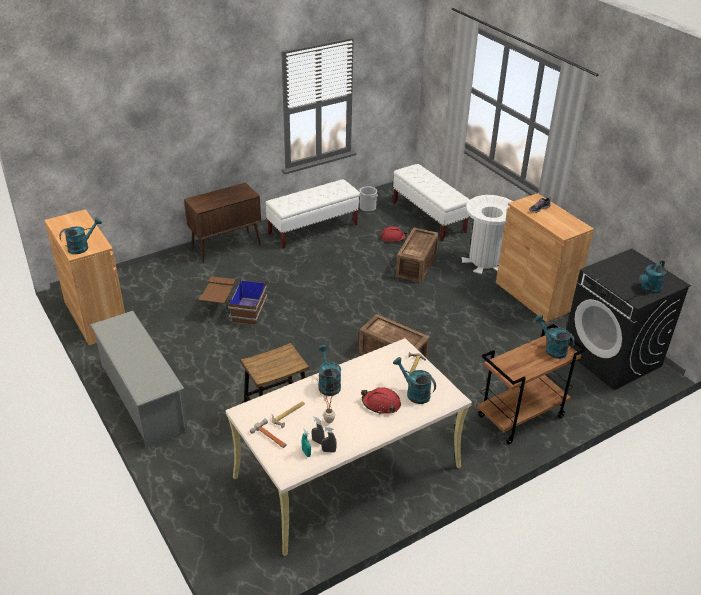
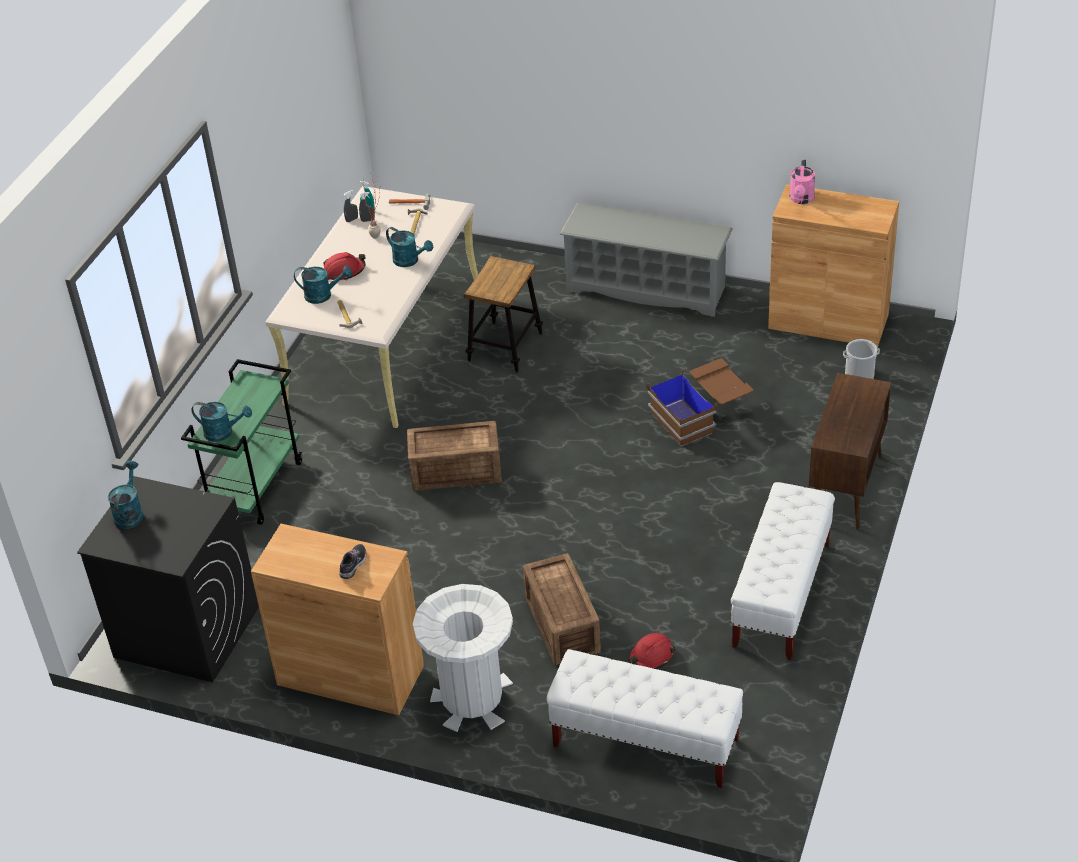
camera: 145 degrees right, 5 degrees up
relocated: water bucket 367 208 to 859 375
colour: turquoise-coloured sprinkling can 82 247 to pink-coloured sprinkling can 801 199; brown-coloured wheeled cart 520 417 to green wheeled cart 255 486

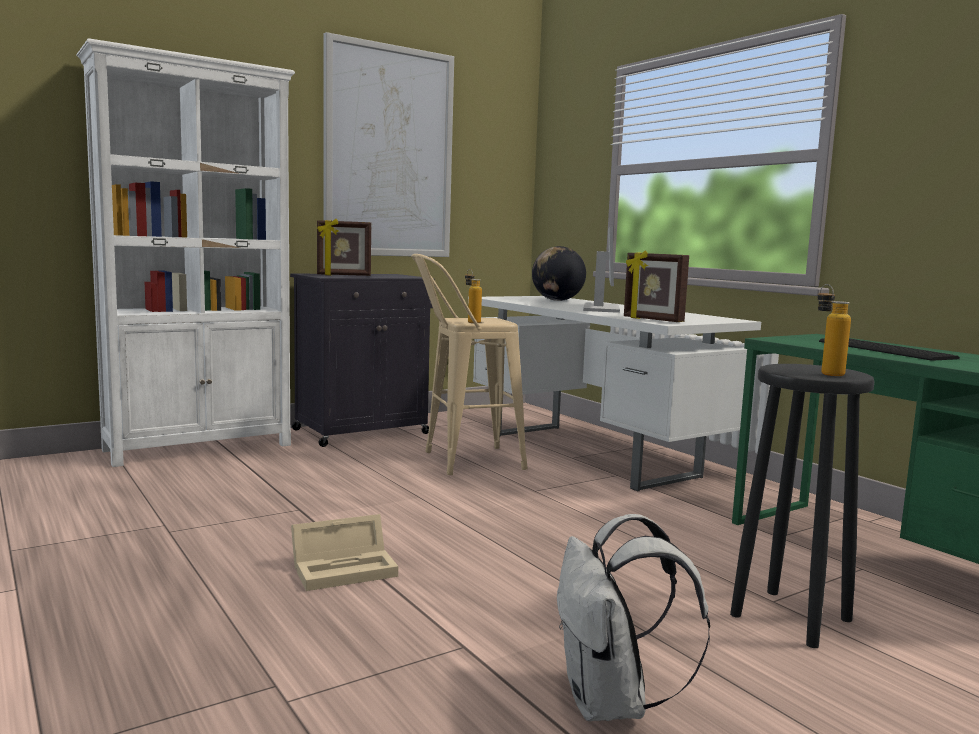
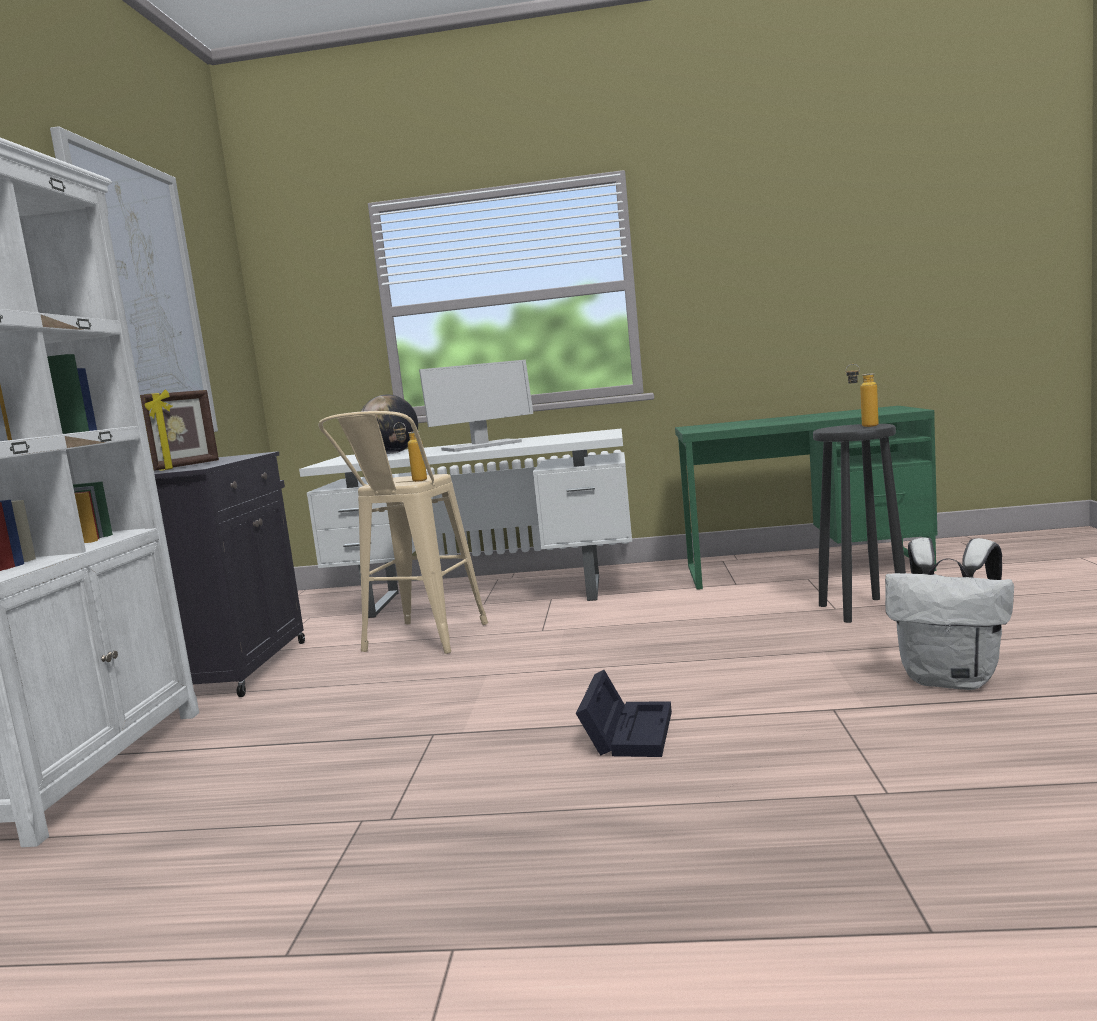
camera: 50 degrees left, 0 degrees up
missing: photo frame 652 320; computer keyboard 884 350
colour: beige-coloured storage box 346 568 to black-coloured storage box 627 731
spun: computer display 601 308 = 481 446 105 degrees clockwise

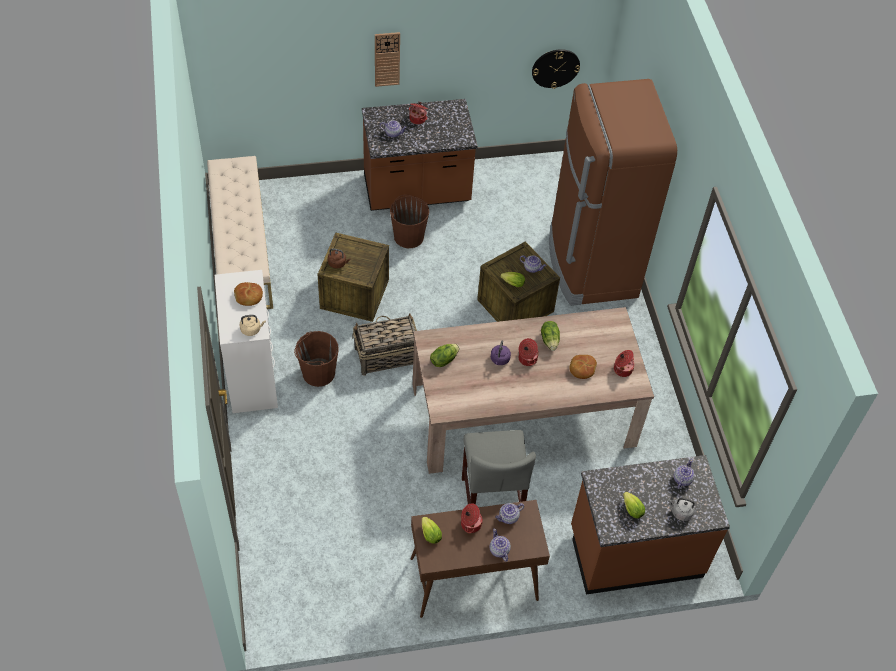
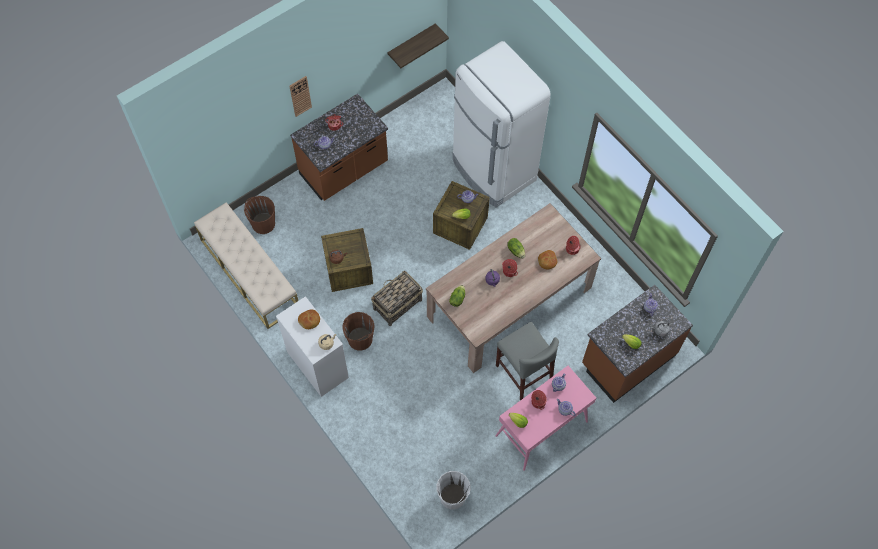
camera: 25 degrees left, 10 degrees up
appeared: white water bucket 452 496
relocated: brown-coloured water bucket 408 236 to 263 223
exchanged: hanging clock 555 68 to shelf 411 43
colour: brown-coloured hall table 473 580 to pink-coloured hall table 541 429; brown-coloured fridge 591 266 to white fridge 493 171

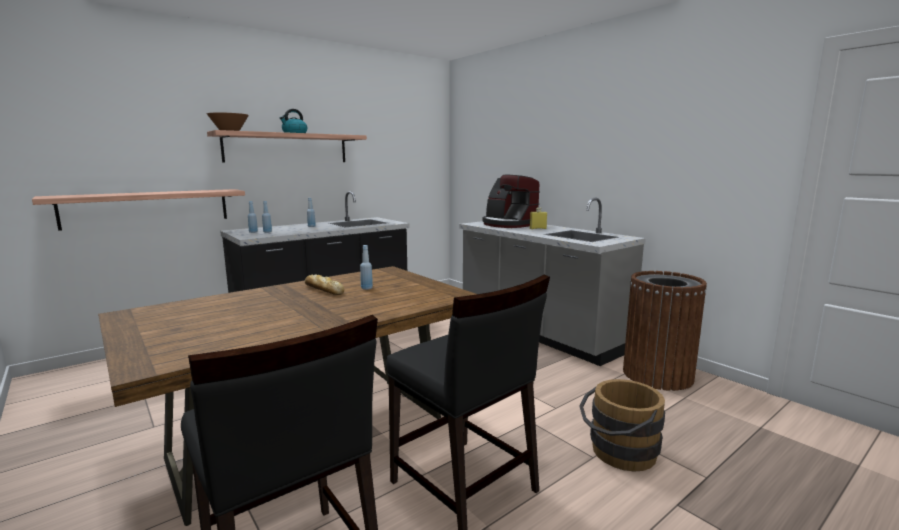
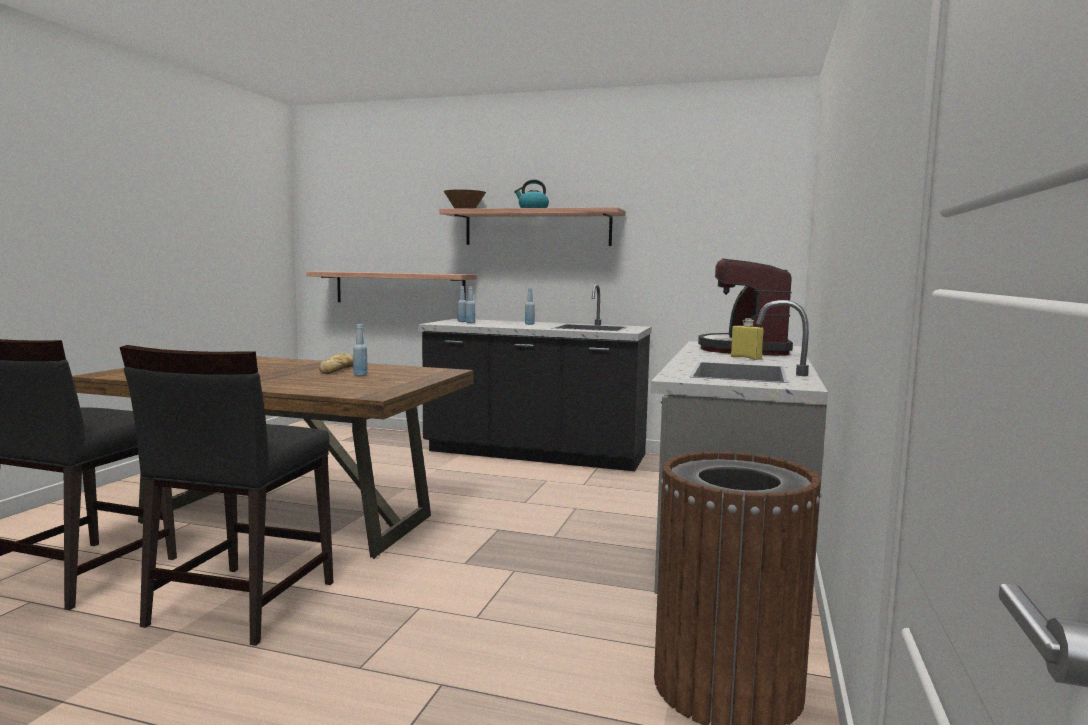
camera: 55 degrees right, 5 degrees down
missing: brown-coloured water bucket 618 453

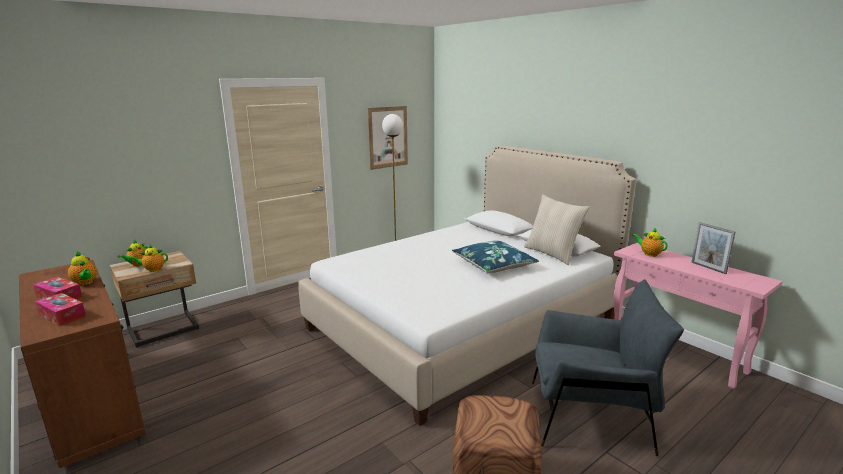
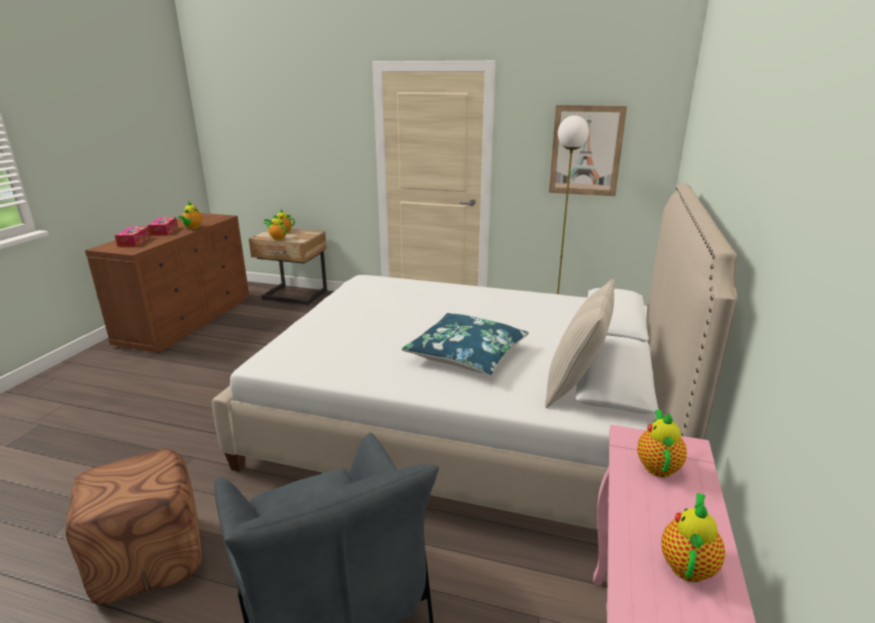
camera: 55 degrees right, 5 degrees up
exchanged: photo frame 708 268 to teapot 688 564

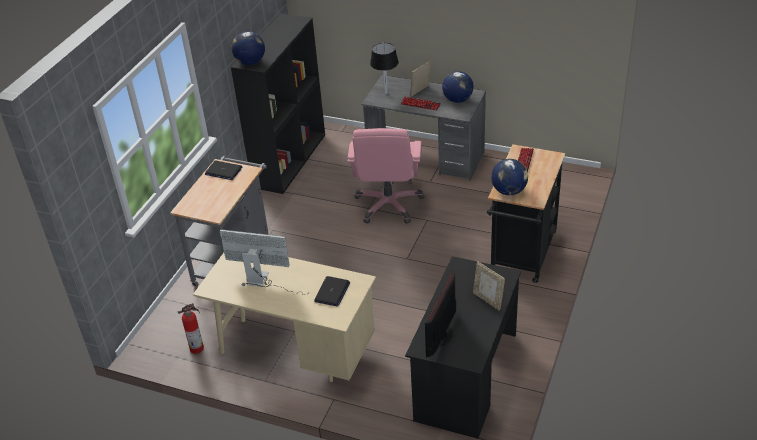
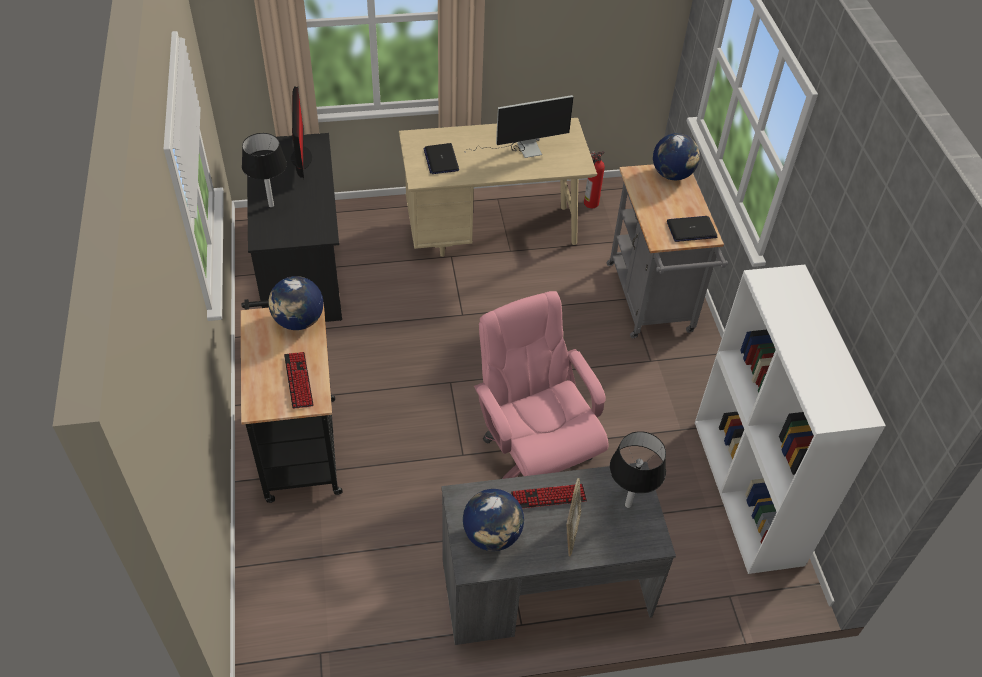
camera: 145 degrees right, 10 degrees up
relocated: world globe 250 62 to 672 174
exchanged: photo frame 488 300 to black-coloured table lamp 271 205
colour: black-coloured bookcase 289 160 to white bookcase 748 491

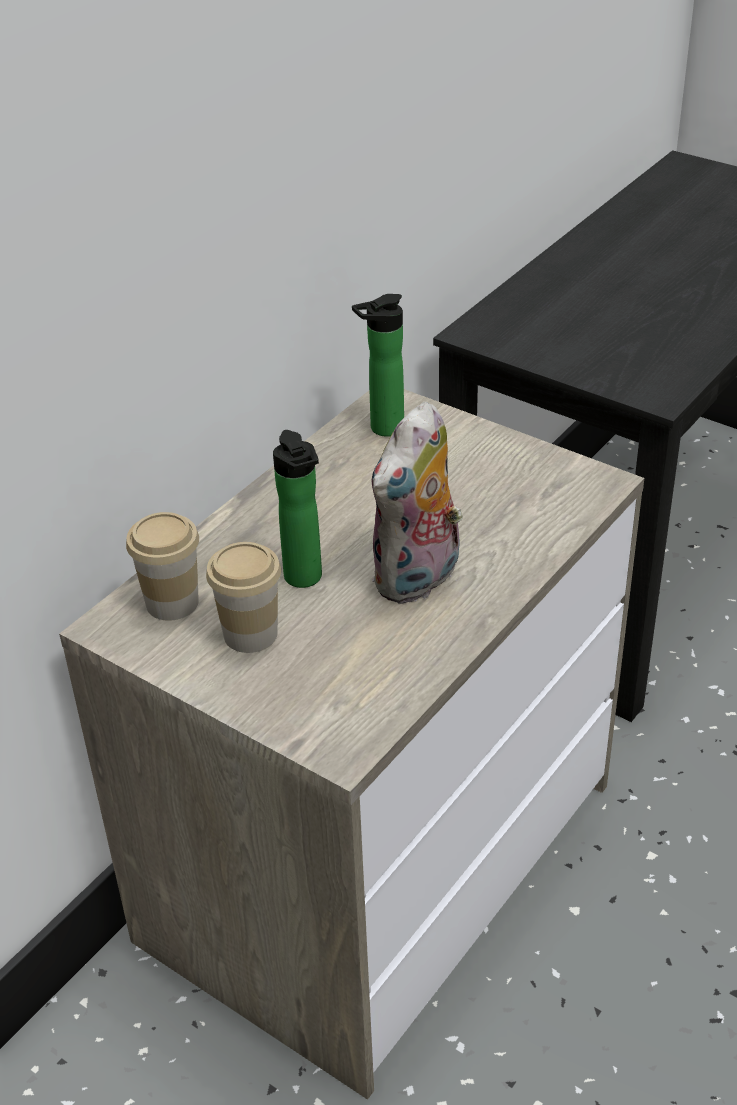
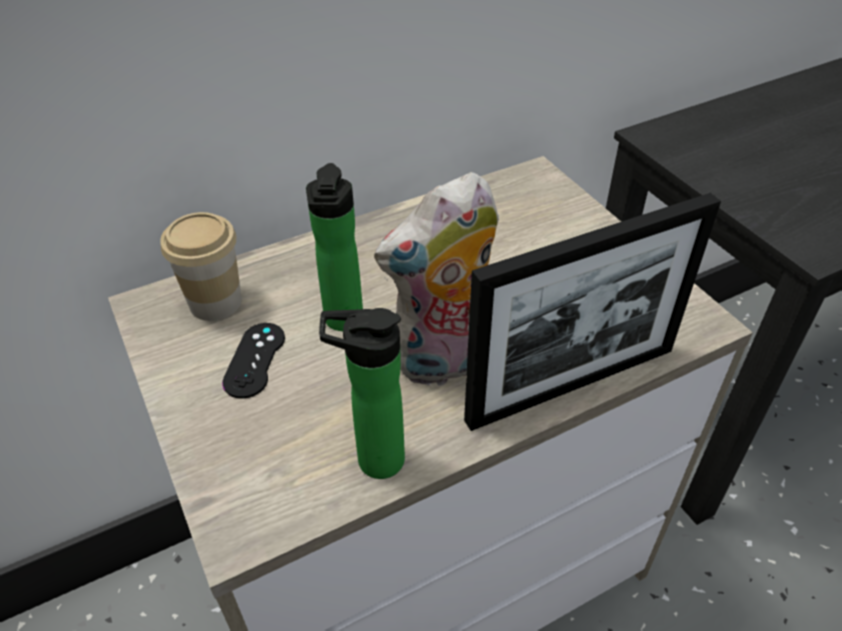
camera: 25 degrees right, 5 degrees up
appeared: photo frame 571 384
relocated: drink bottle 382 429 to 373 460
exchanged: drinking cup 250 634 to black-coloured gamepad 254 360

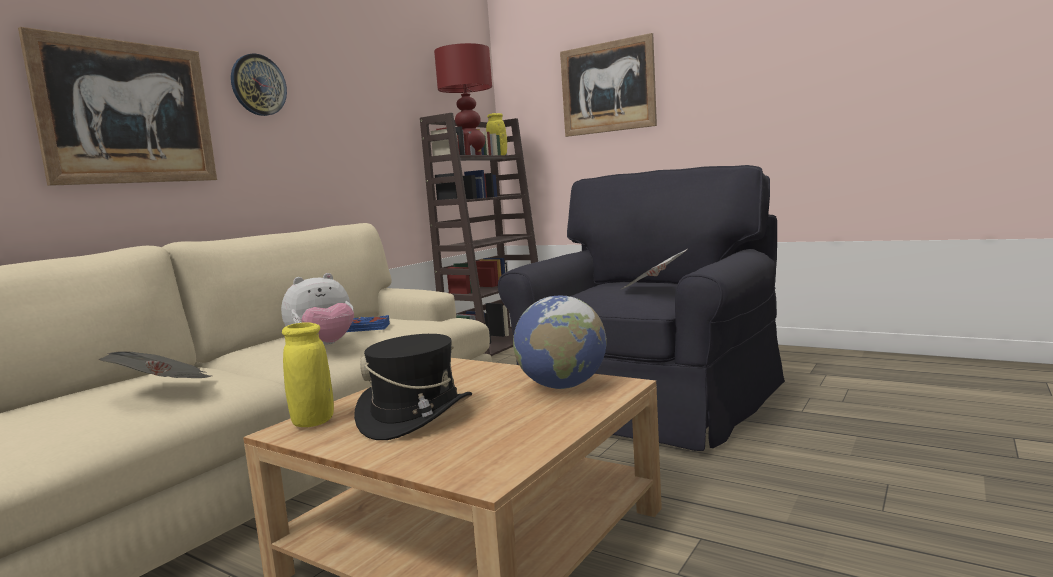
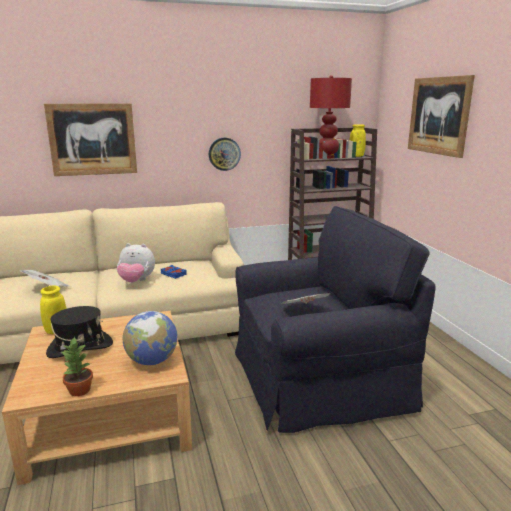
camera: 40 degrees right, 10 degrees up
appeared: plant in a pot 79 390
relocated: hanging clock 258 85 to 224 154

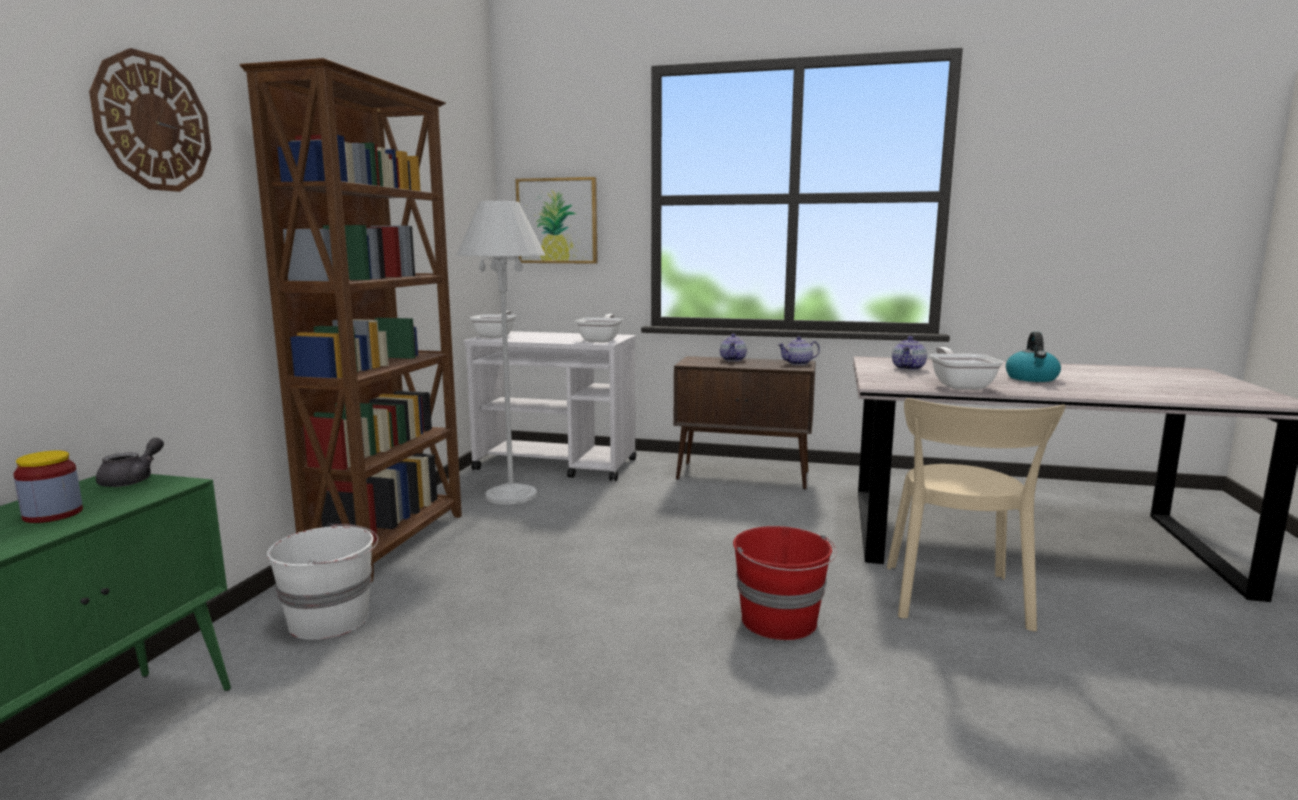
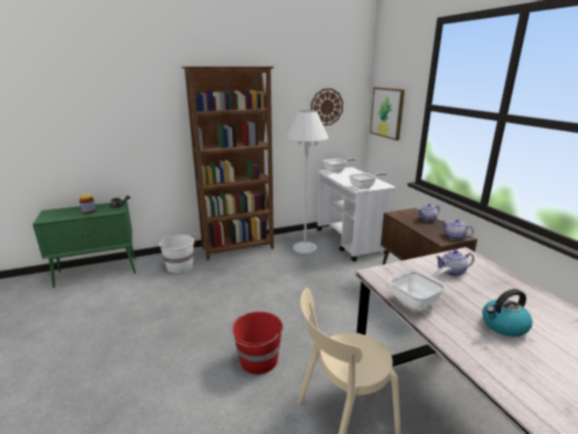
camera: 55 degrees right, 10 degrees up
relocated: hanging clock 153 123 to 326 107

